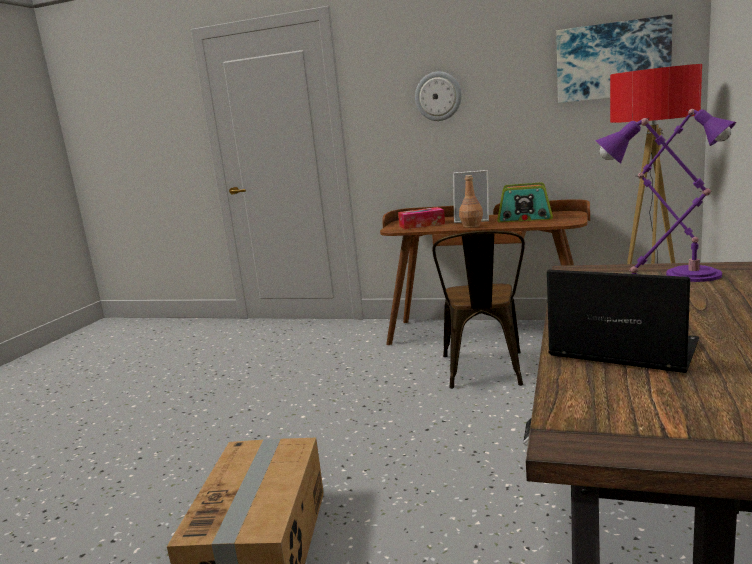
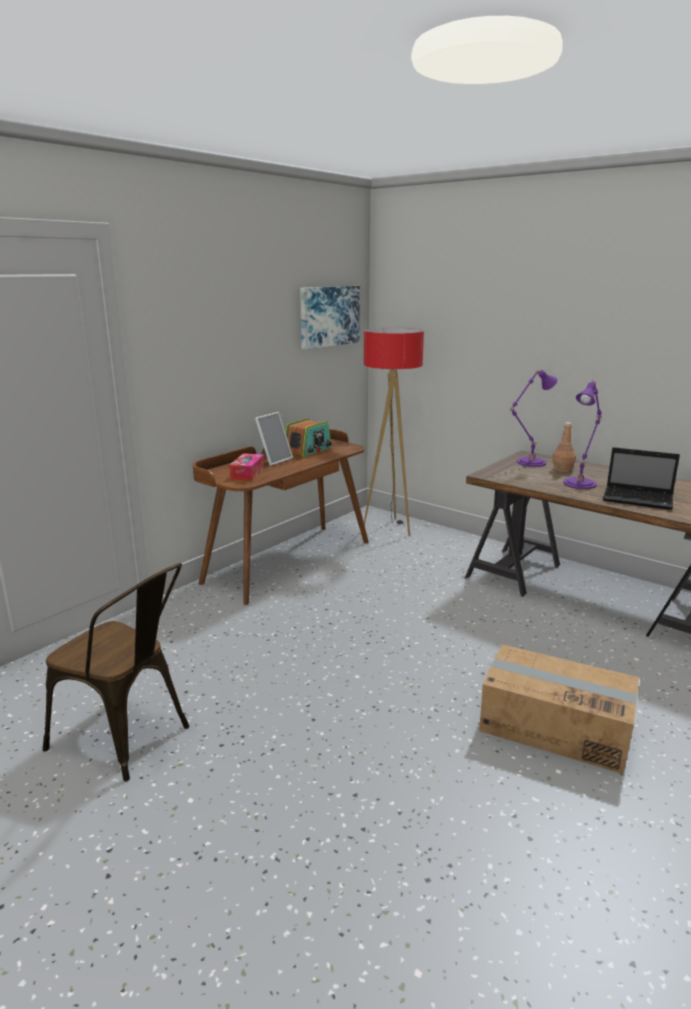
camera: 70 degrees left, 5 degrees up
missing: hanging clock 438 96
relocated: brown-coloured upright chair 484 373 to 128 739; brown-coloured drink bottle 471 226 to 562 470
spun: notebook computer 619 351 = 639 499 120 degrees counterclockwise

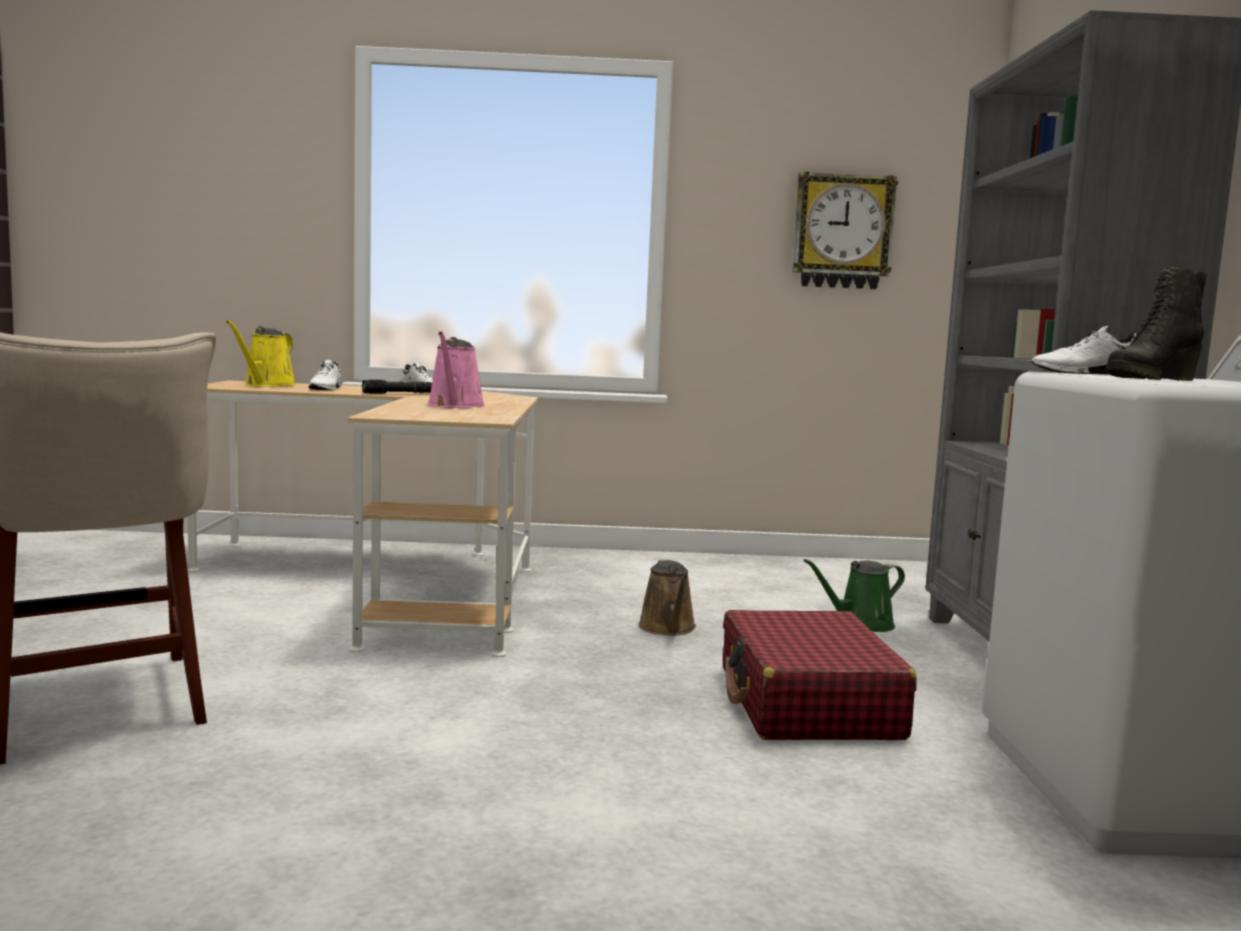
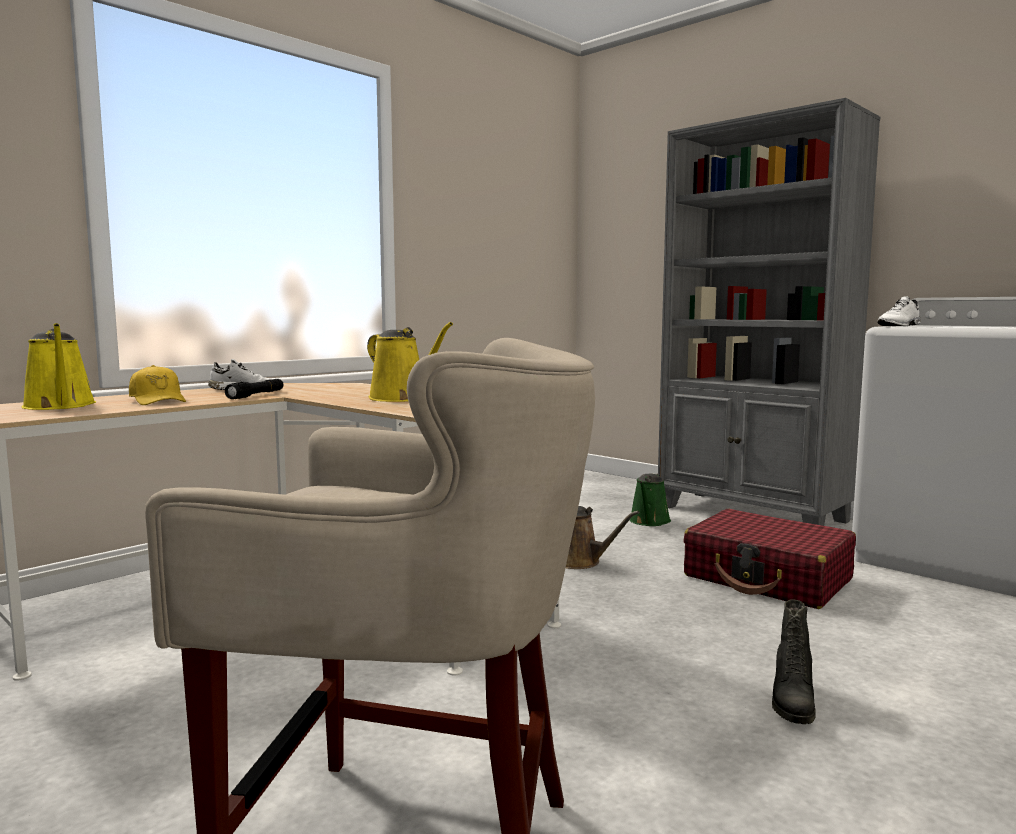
camera: 45 degrees left, 0 degrees up
missing: hanging clock 842 232
relocated: black-coloured tall boot 1149 379 to 791 702
exchanged: white item of footwear 327 389 to yellow-coloured peaked cap 158 401
colour: pink-coloured sprinkling can 455 406 to yellow-coloured sprinkling can 402 399

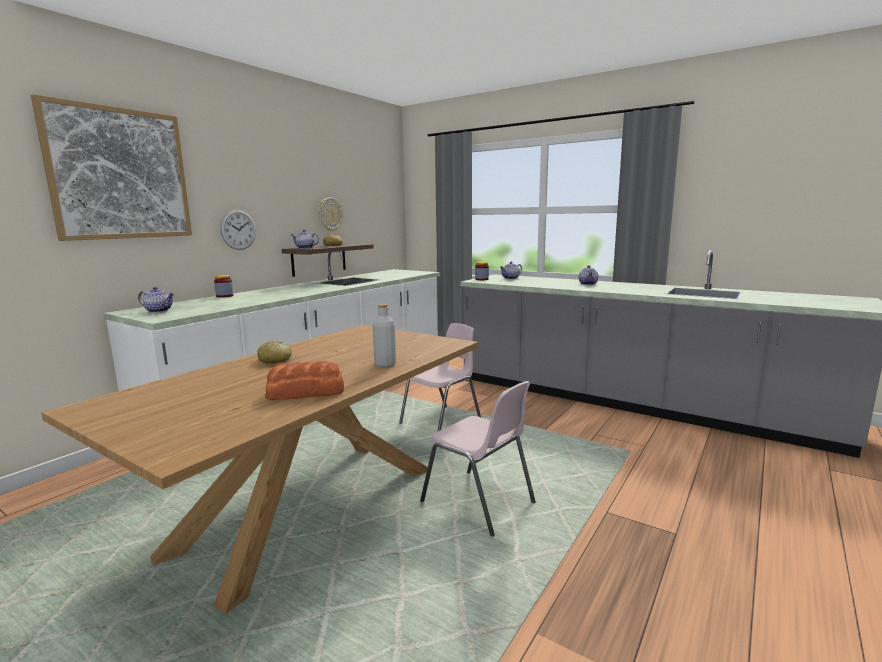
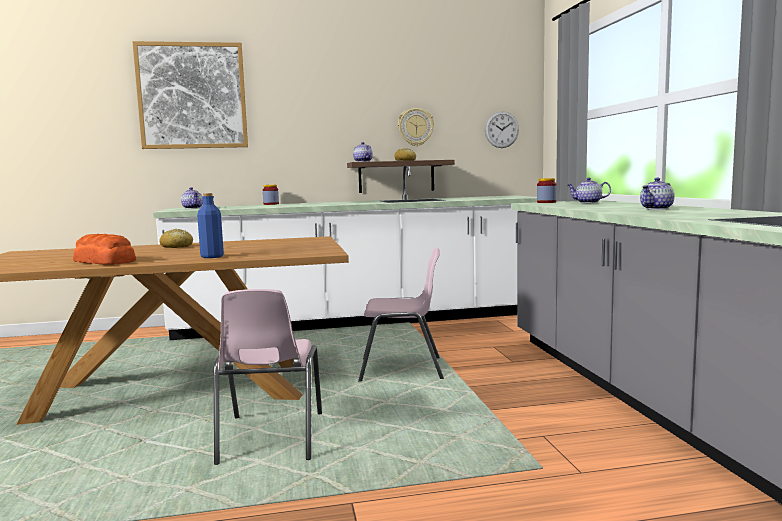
camera: 45 degrees right, 5 degrees down
relocated: hanging clock 238 229 to 501 129
colour: grey drink bottle 385 364 to blue-coloured drink bottle 212 257

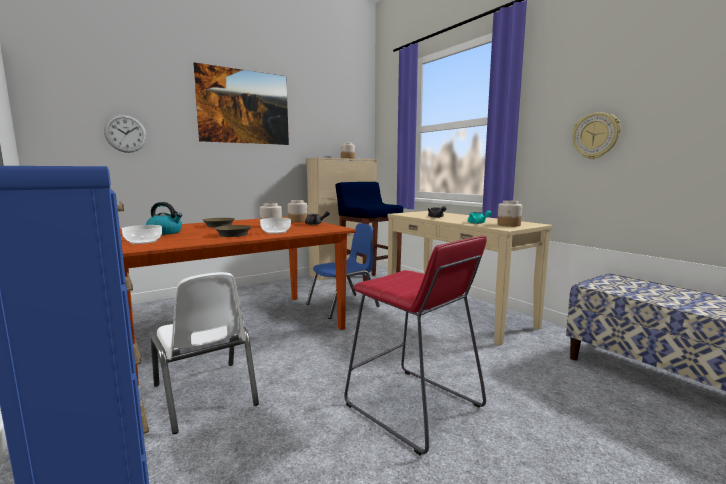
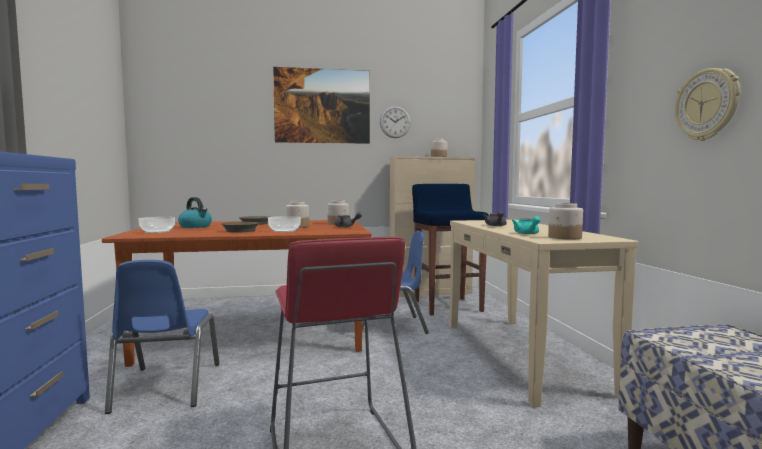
camera: 25 degrees right, 5 degrees down
relocated: hanging clock 126 133 to 395 122
colour: white upright chair 205 395 to blue-coloured upright chair 166 387

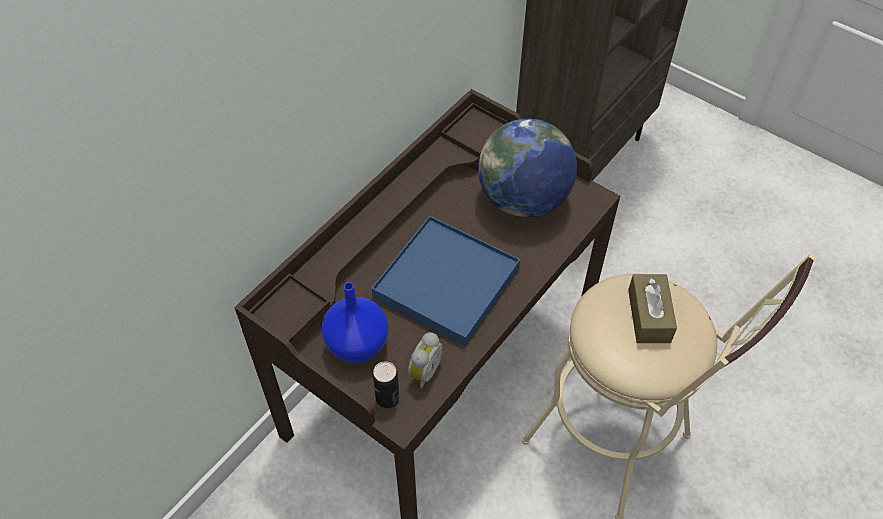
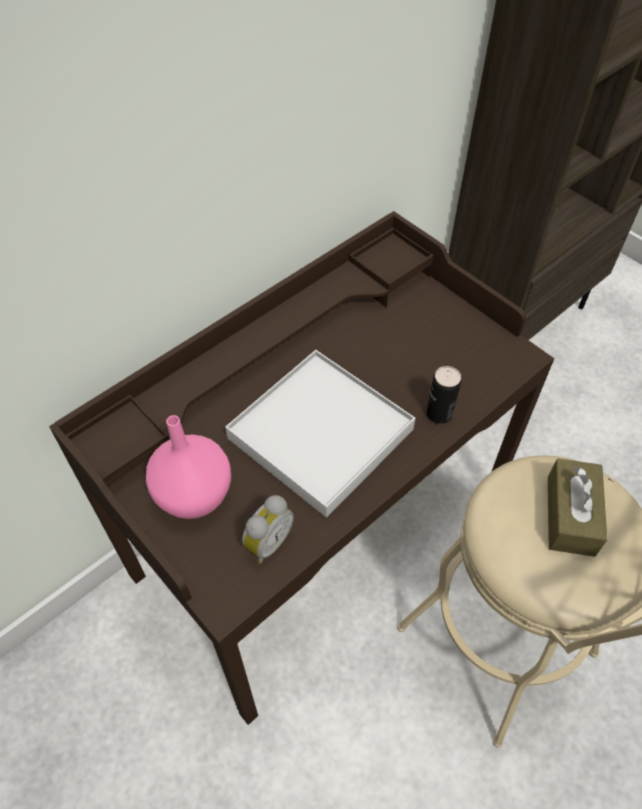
camera: 10 degrees right, 0 degrees up
missing: world globe 523 200
relocated: can 387 398 to 439 413
colour: blue-coloured decorative vase 356 345 to pink-coloured decorative vase 192 495; blue-coloured serving tray 446 283 to white serving tray 320 434

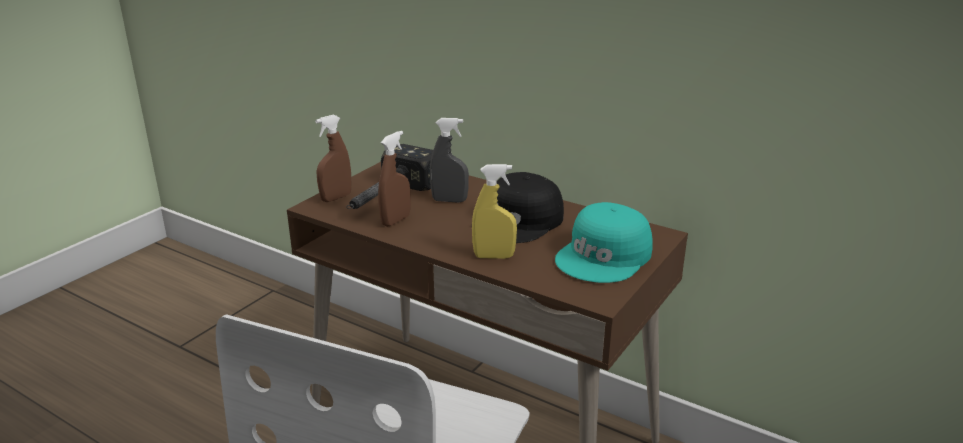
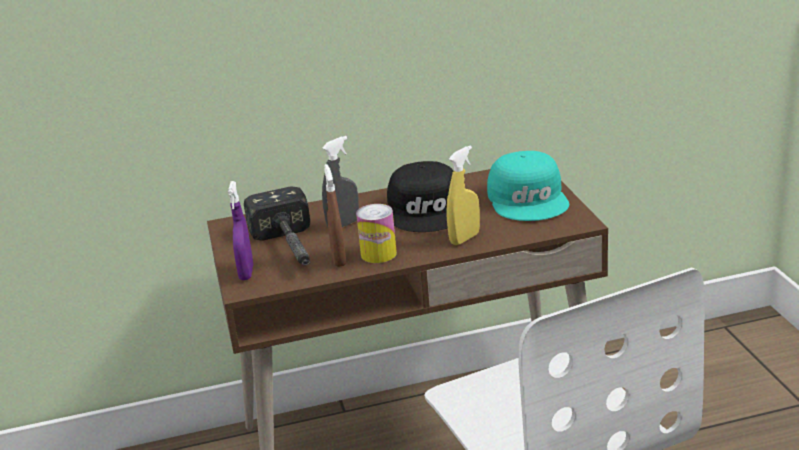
camera: 45 degrees left, 0 degrees up
appeared: can 378 254
colour: brown-coloured hand sprayer 336 198 to purple-coloured hand sprayer 246 273

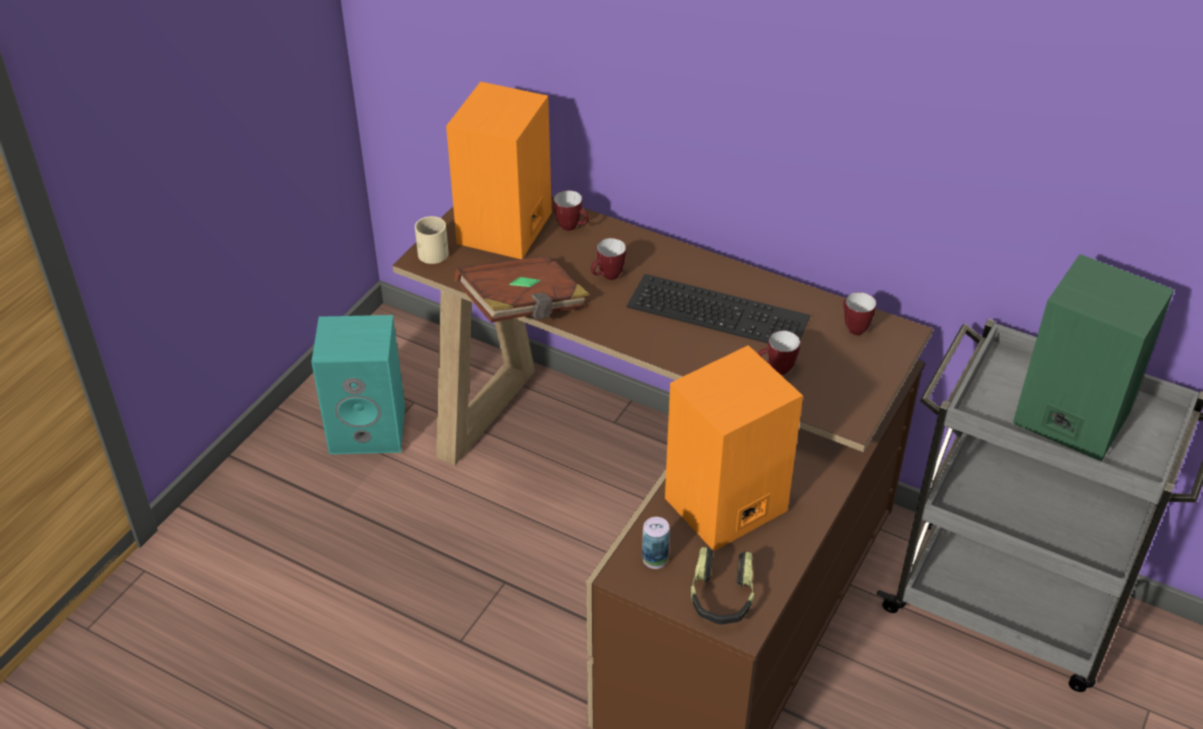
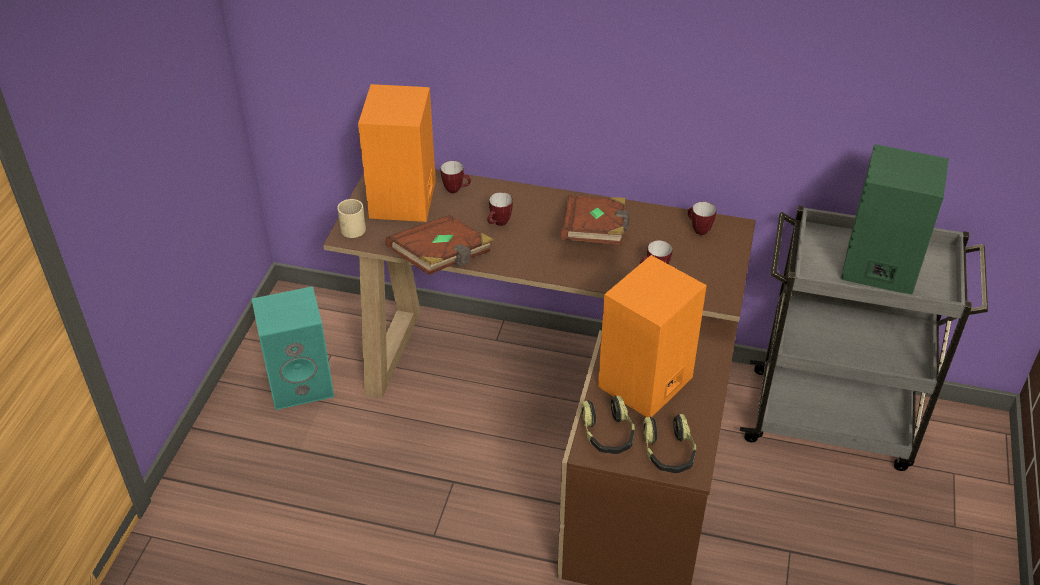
camera: 15 degrees left, 0 degrees up
exchanged: computer keyboard 720 310 to brown-coloured bound book 595 234; can 655 559 to headset 608 434

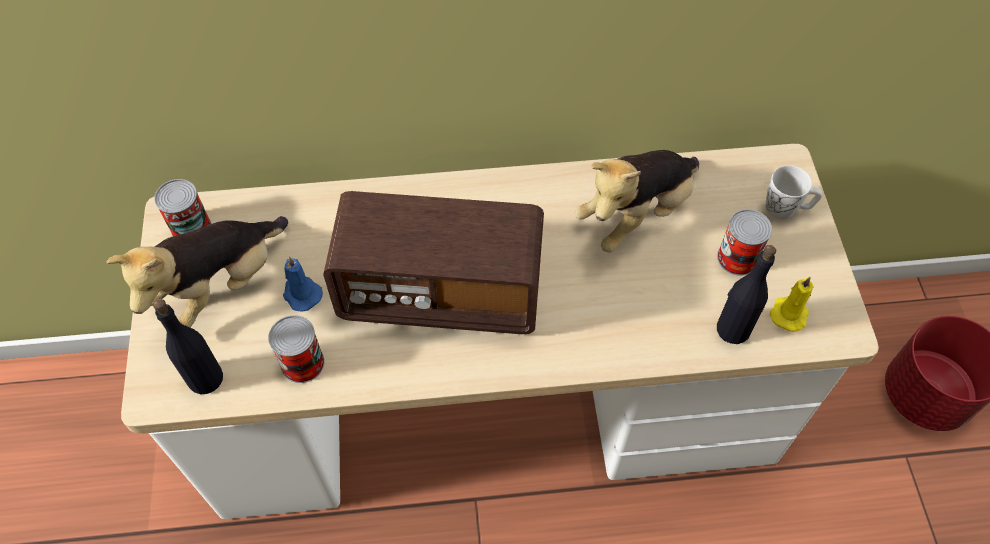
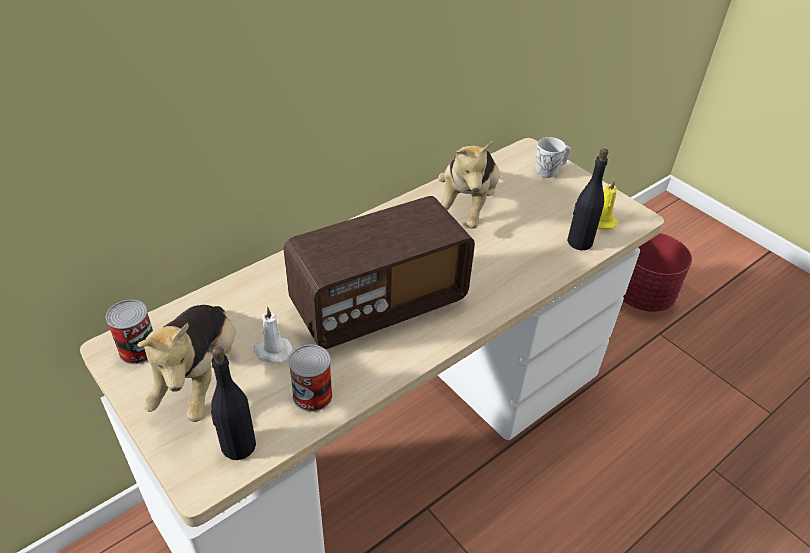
camera: 35 degrees left, 15 degrees down
missing: can 737 258
colour: blue-coloured wax light 301 293 to white wax light 272 351

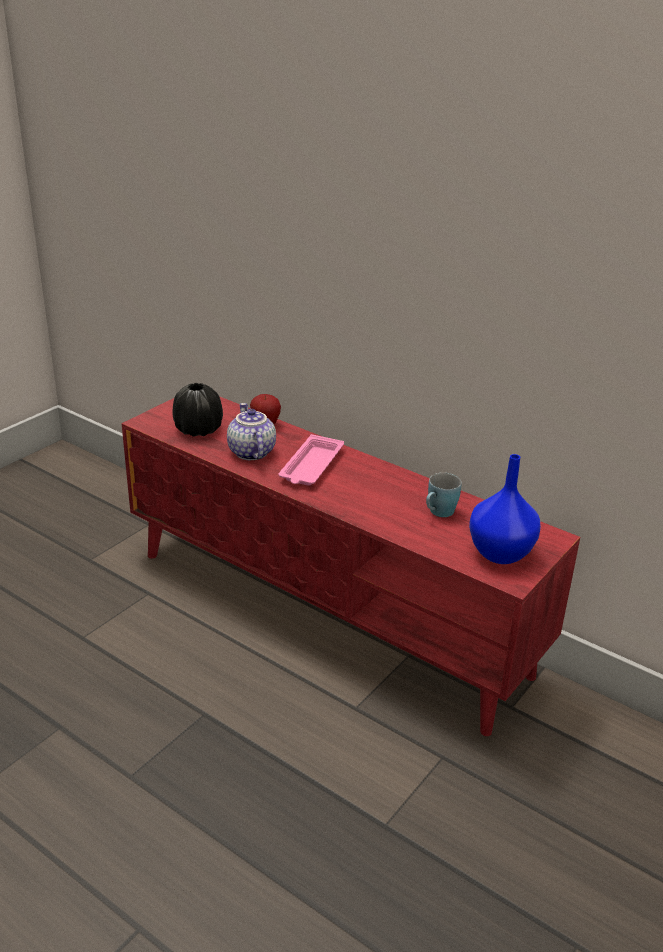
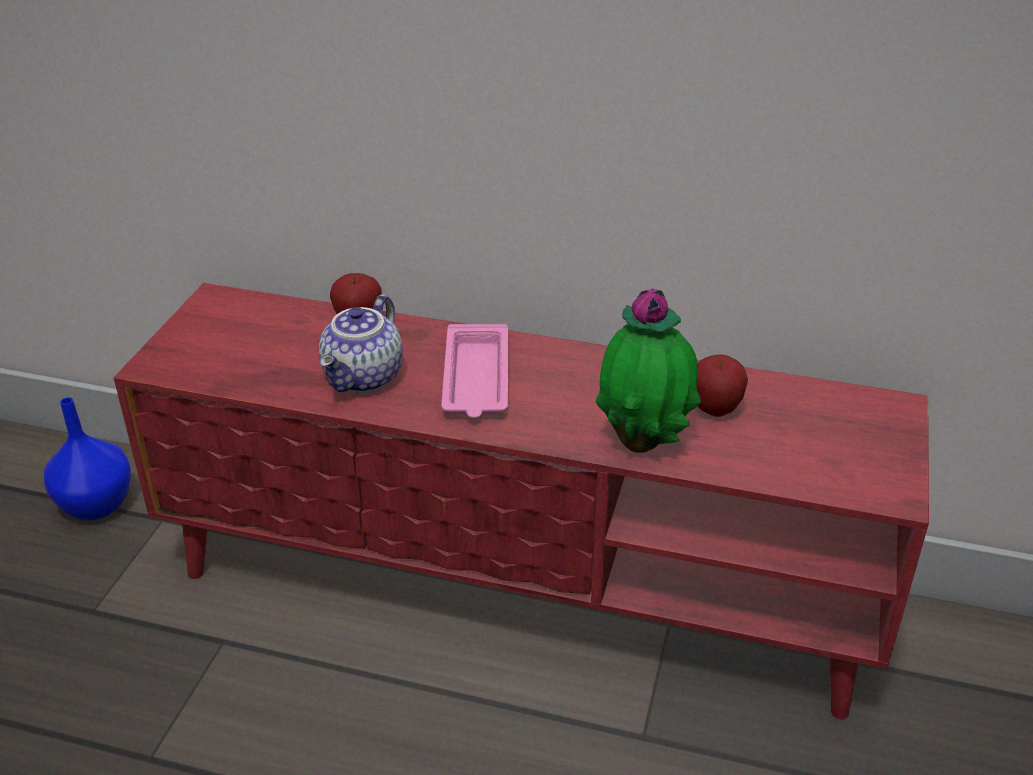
camera: 20 degrees left, 5 degrees up
missing: black-coloured decorative vase 198 429
appeared: plant in a pot 644 443
relocated: blue-coloured decorative vase 501 553 to 98 504
exchanged: blue-coloured coffee mug 438 513 to whole apple 715 410
spun: teapot 250 452 = 365 378 120 degrees counterclockwise

